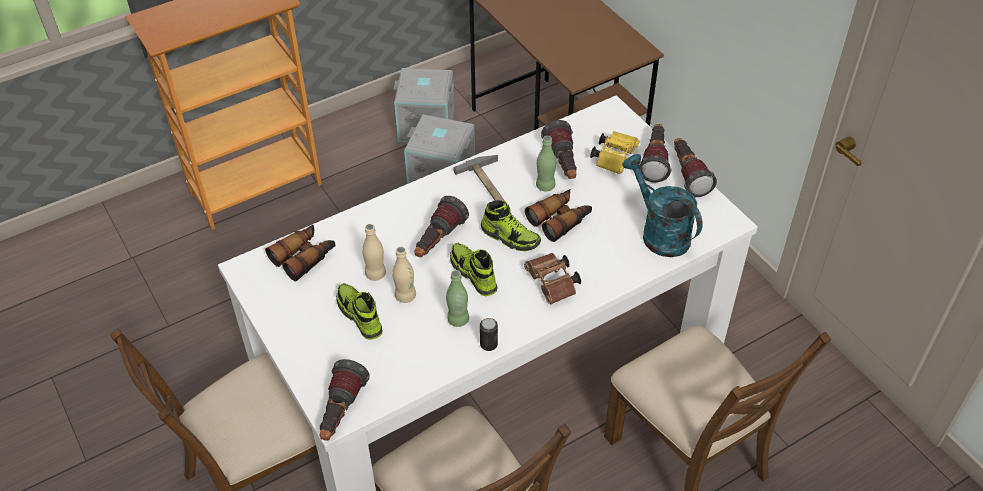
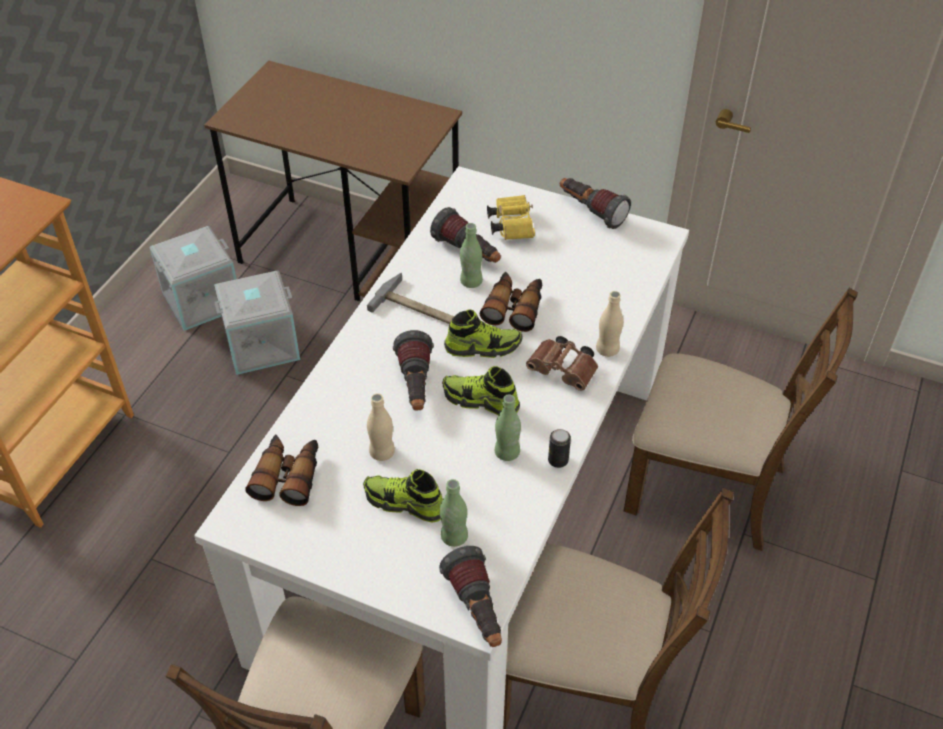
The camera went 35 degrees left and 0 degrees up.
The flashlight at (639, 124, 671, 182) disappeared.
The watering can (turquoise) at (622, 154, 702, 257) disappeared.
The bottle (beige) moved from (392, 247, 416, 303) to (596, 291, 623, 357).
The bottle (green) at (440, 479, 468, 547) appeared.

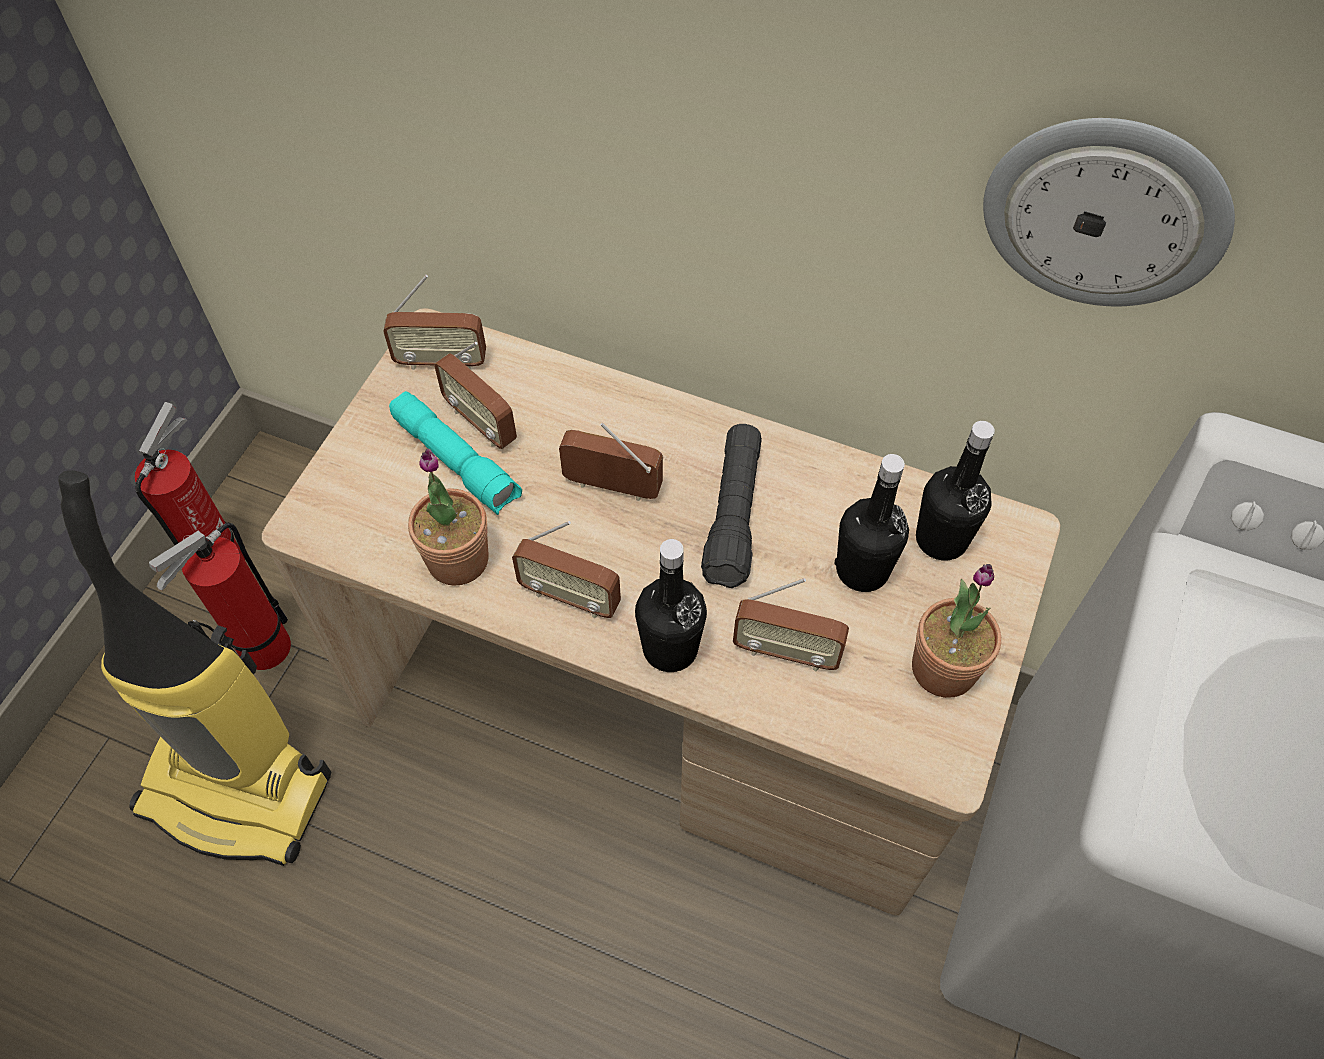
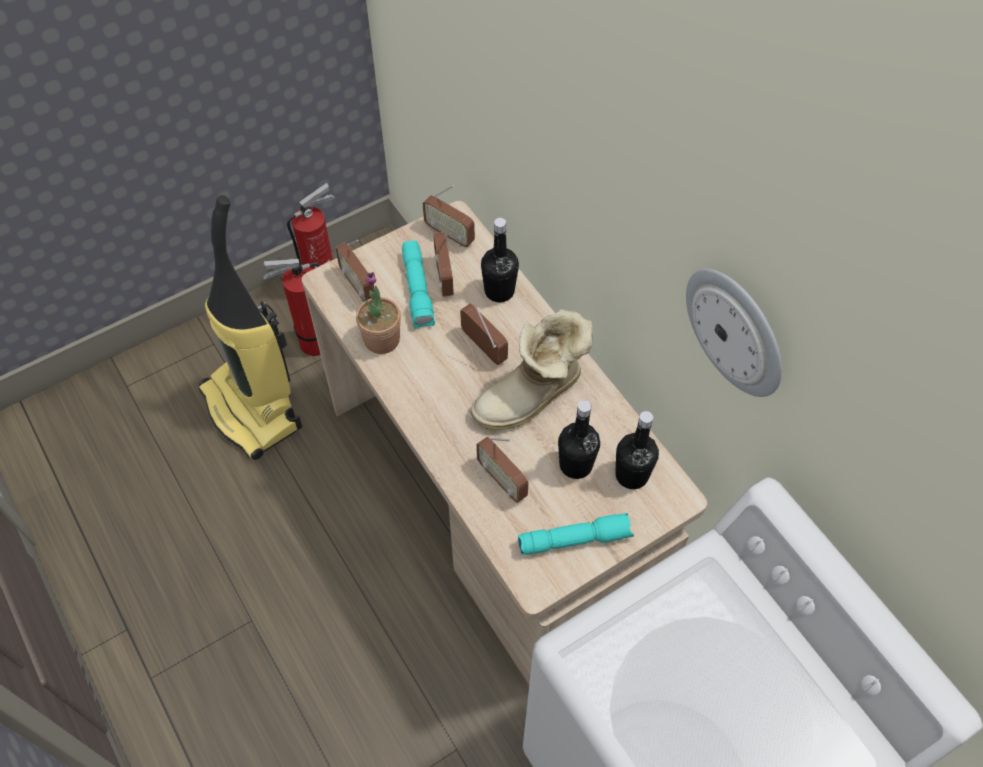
The camera went 35 degrees right and 0 degrees up.
The flashlight (black) at (701, 424, 762, 588) was replaced by the boot at (471, 309, 593, 430).
The radio moved from (512, 521, 621, 619) to (335, 240, 374, 302).
The bottle (black) moved from (635, 539, 707, 672) to (481, 218, 519, 302).
The potted plant at (912, 564, 1001, 698) was replaced by the flashlight (turquoise) at (518, 513, 634, 555).

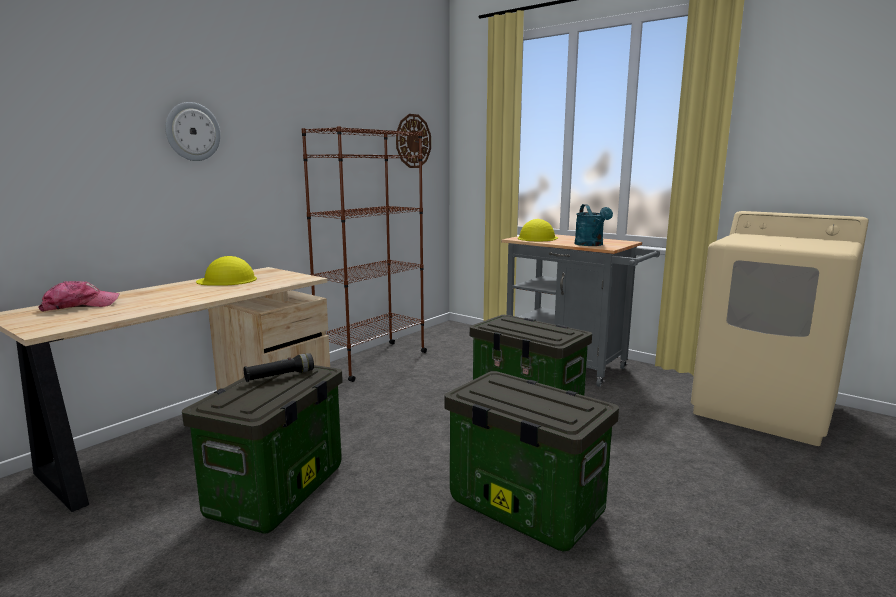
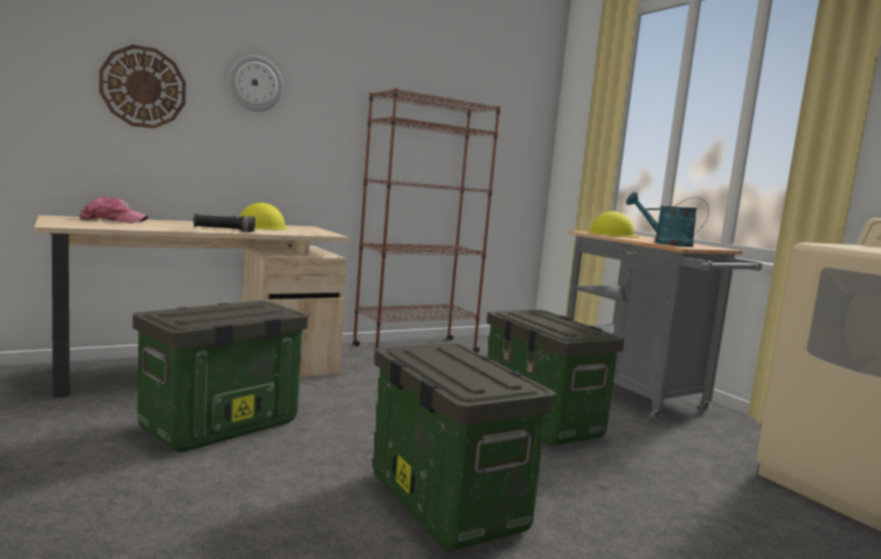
The camera went 20 degrees right and 5 degrees down.
The wall clock moved from (396, 114, 431, 168) to (99, 45, 186, 129).
The watering can (turquoise) at (575, 204, 613, 246) turned 105 degrees clockwise.
The flashlight (black) moved from (244, 353, 314, 382) to (193, 214, 255, 232).

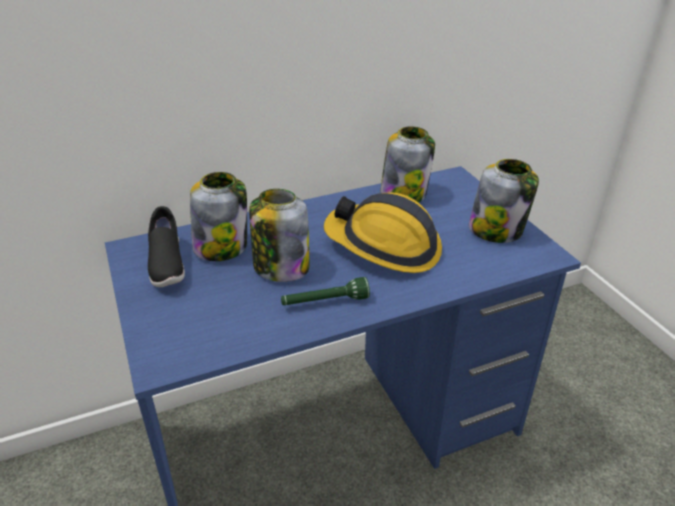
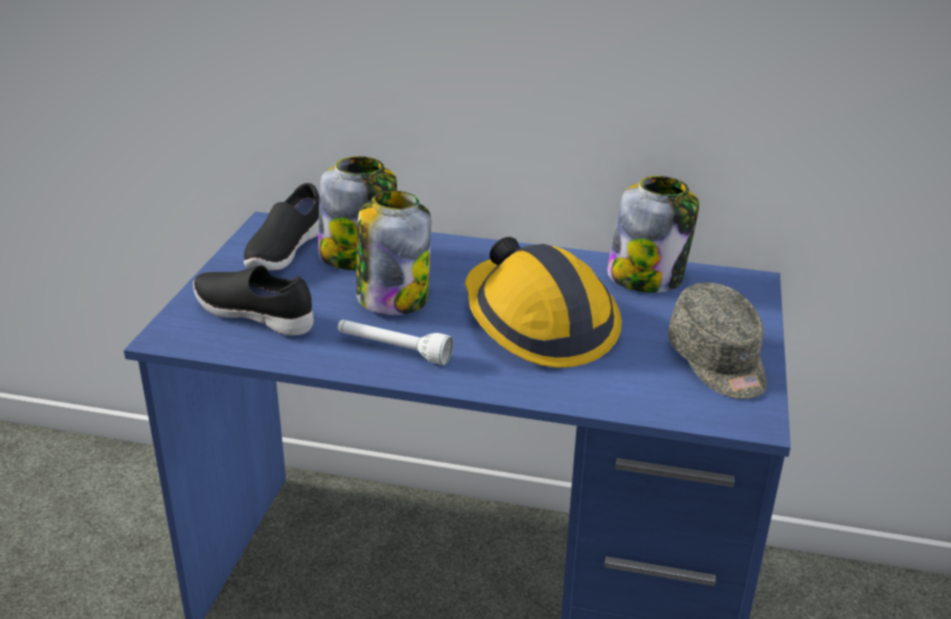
The camera went 35 degrees right and 5 degrees down.
The jar at (469, 159, 539, 243) was replaced by the cap (grey) at (668, 282, 767, 399).
The flashlight (green) at (281, 277, 370, 305) became the flashlight (white) at (338, 320, 453, 365).
The shoe (black) at (193, 265, 314, 336) appeared.

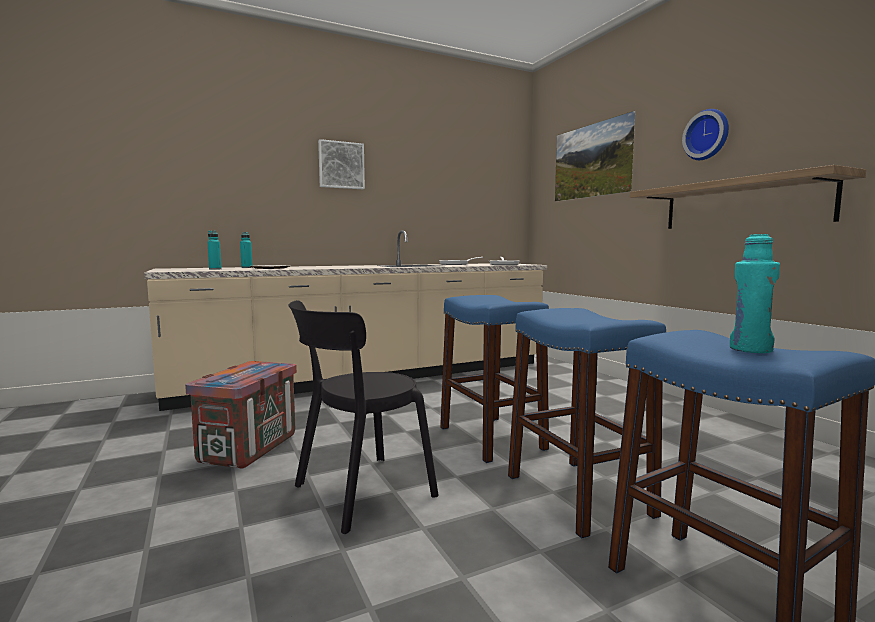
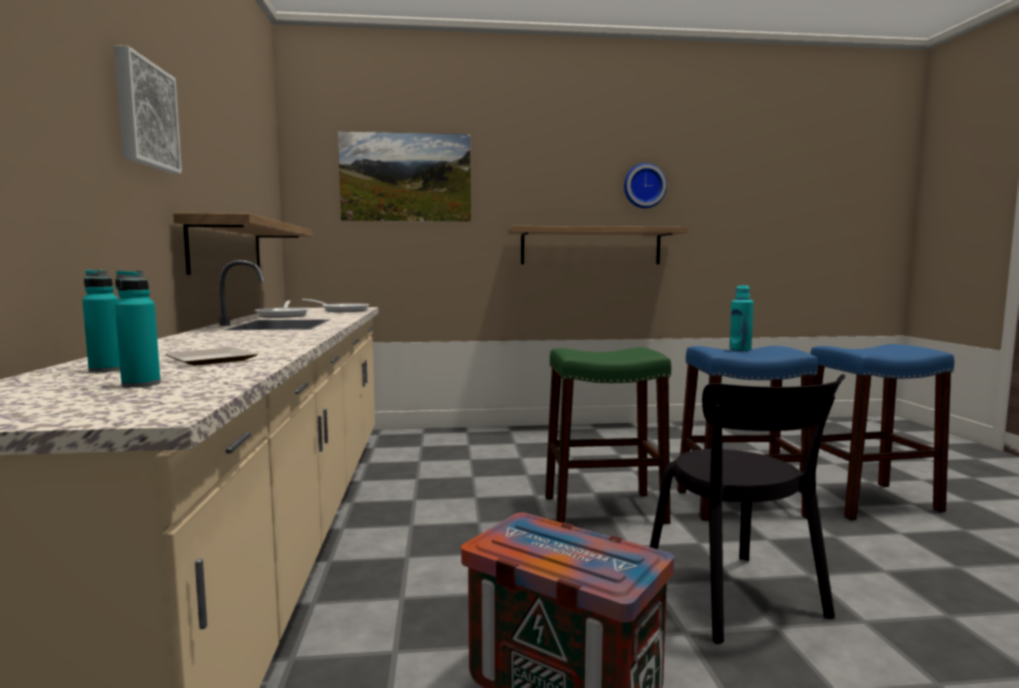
The camera went 70 degrees left and 0 degrees up.
The wall clock moved from (682, 109, 729, 160) to (624, 163, 667, 208).
The bottle (turquoise) moved from (730, 234, 780, 353) to (729, 285, 754, 351).
The stool (blue) at (440, 295, 549, 463) became the stool (green) at (545, 347, 671, 524).
The shelf at (173, 213, 313, 275) appeared.

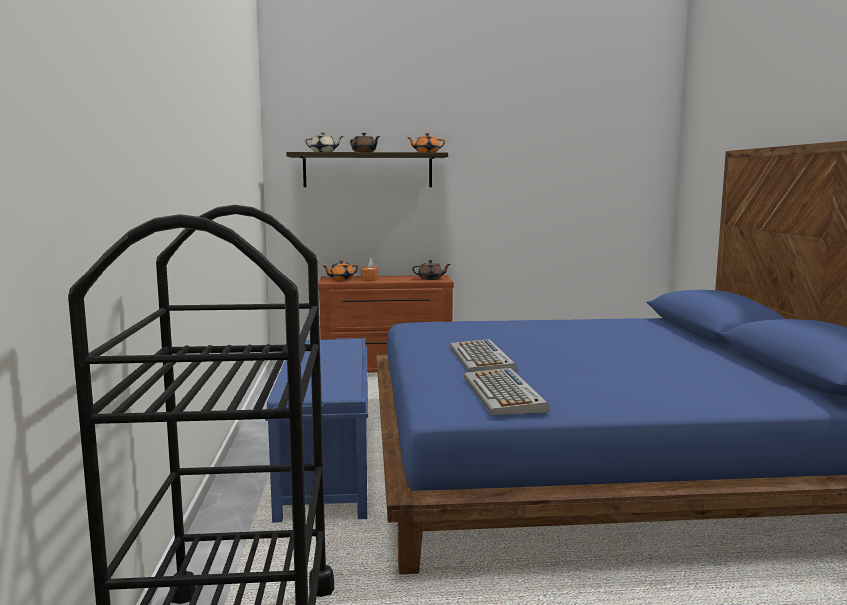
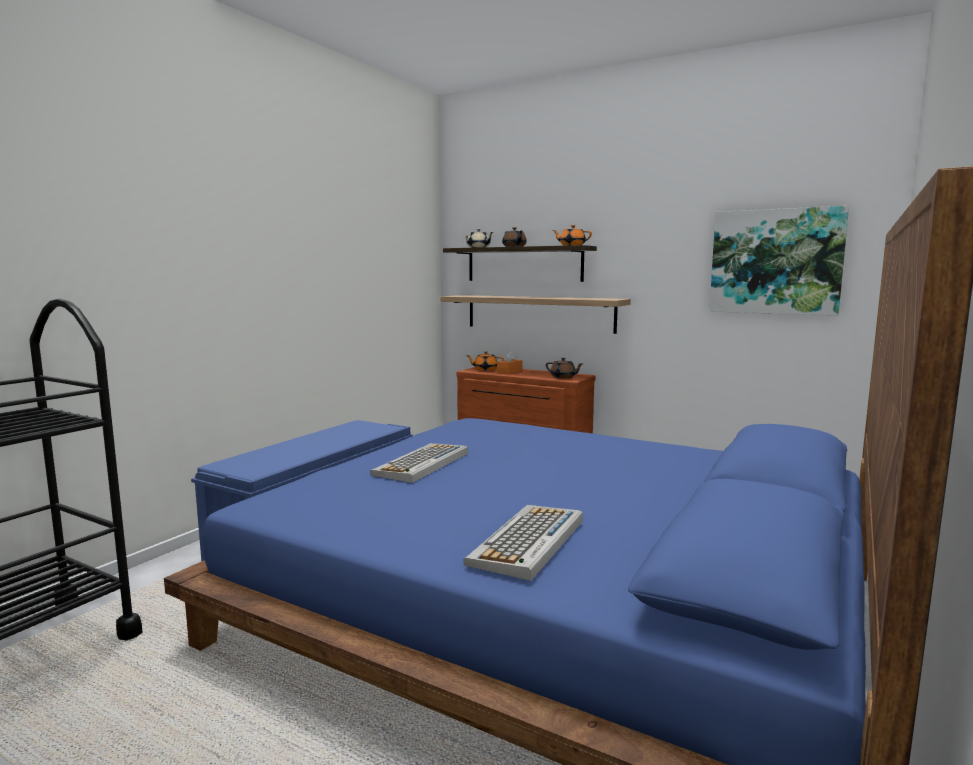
The camera went 35 degrees right and 0 degrees up.
The keyboard moved from (464, 368, 549, 415) to (463, 505, 583, 581).
The picture at (709, 206, 849, 315) appeared.
The shelf at (440, 295, 631, 334) appeared.

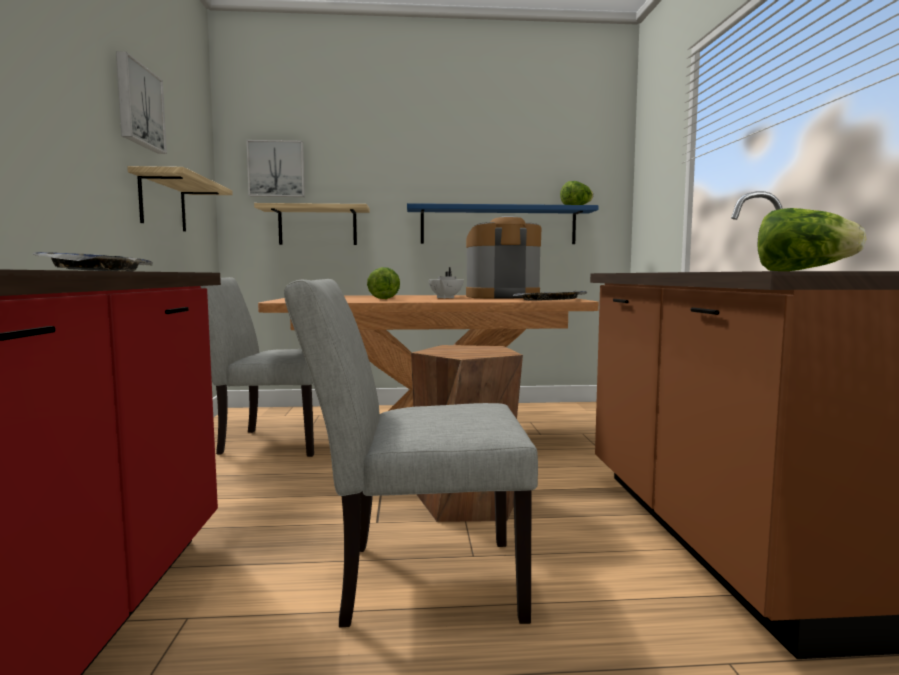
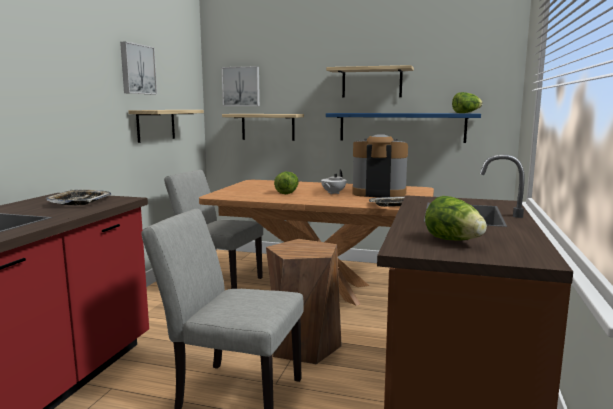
The camera went 20 degrees right and 5 degrees up.
The shelf at (326, 65, 414, 98) appeared.

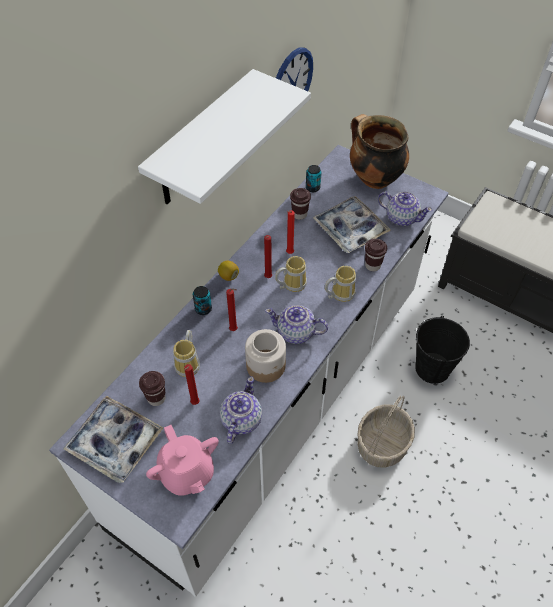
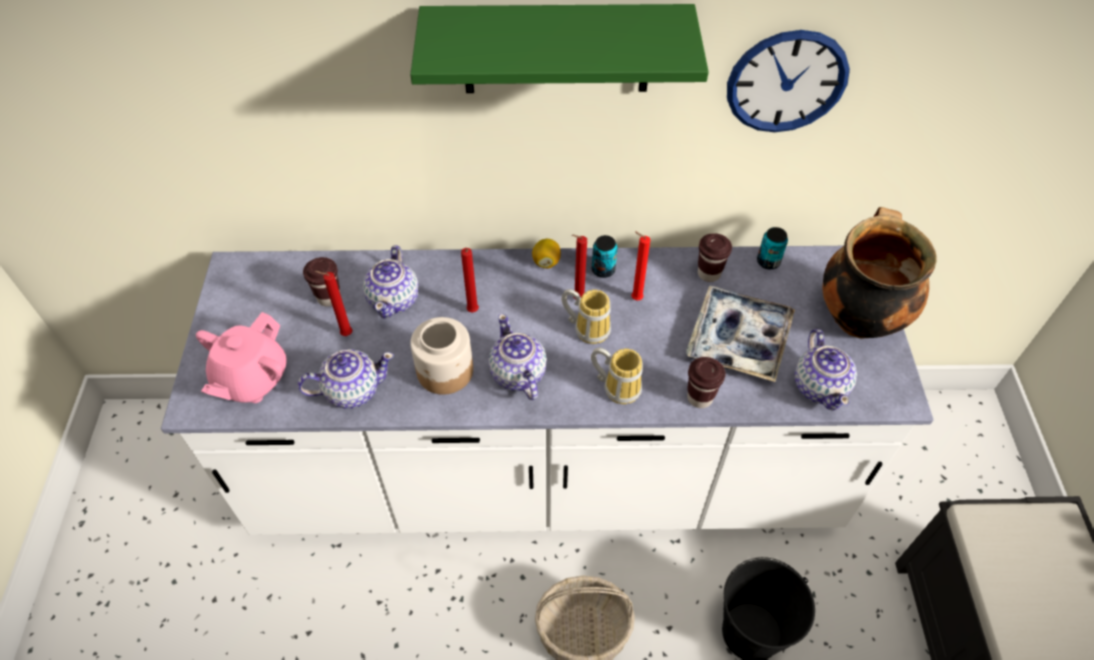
The camera went 55 degrees right and 0 degrees up.
The shelf (white) at (138, 69, 311, 204) became the shelf (green) at (410, 4, 709, 93).
The can moved from (193, 286, 212, 315) to (592, 235, 618, 278).
The mug at (173, 330, 200, 377) was replaced by the teapot at (363, 245, 419, 319).
The tray at (63, 396, 163, 483) disappeared.

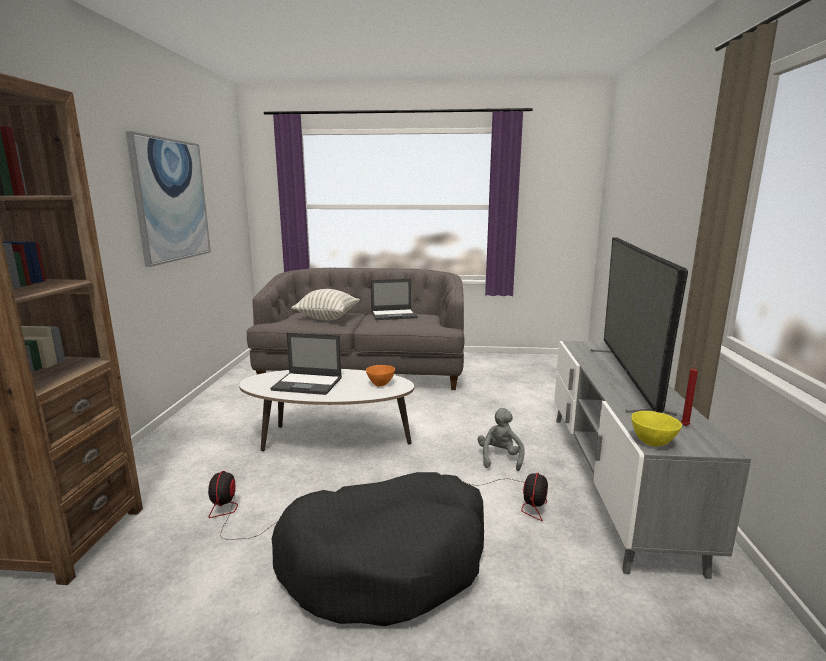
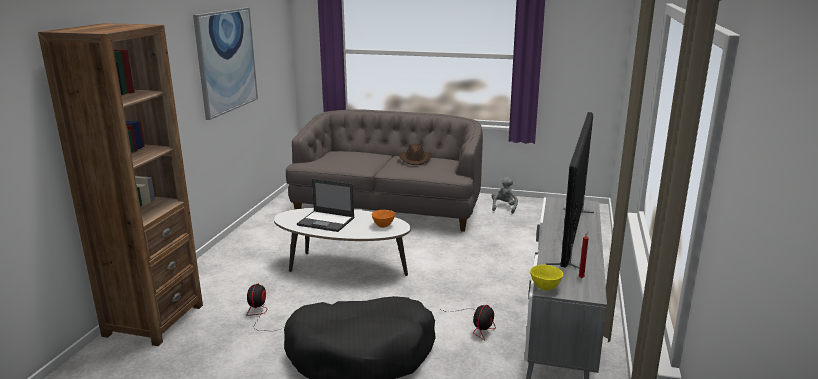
The camera went 10 degrees right and 5 degrees up.
The laptop at (371, 279, 418, 320) was replaced by the hat (brown) at (399, 144, 432, 165).
The pillow at (291, 289, 360, 320) disappeared.
The plush toy (grey) moved from (478, 408, 525, 471) to (492, 177, 518, 214).

